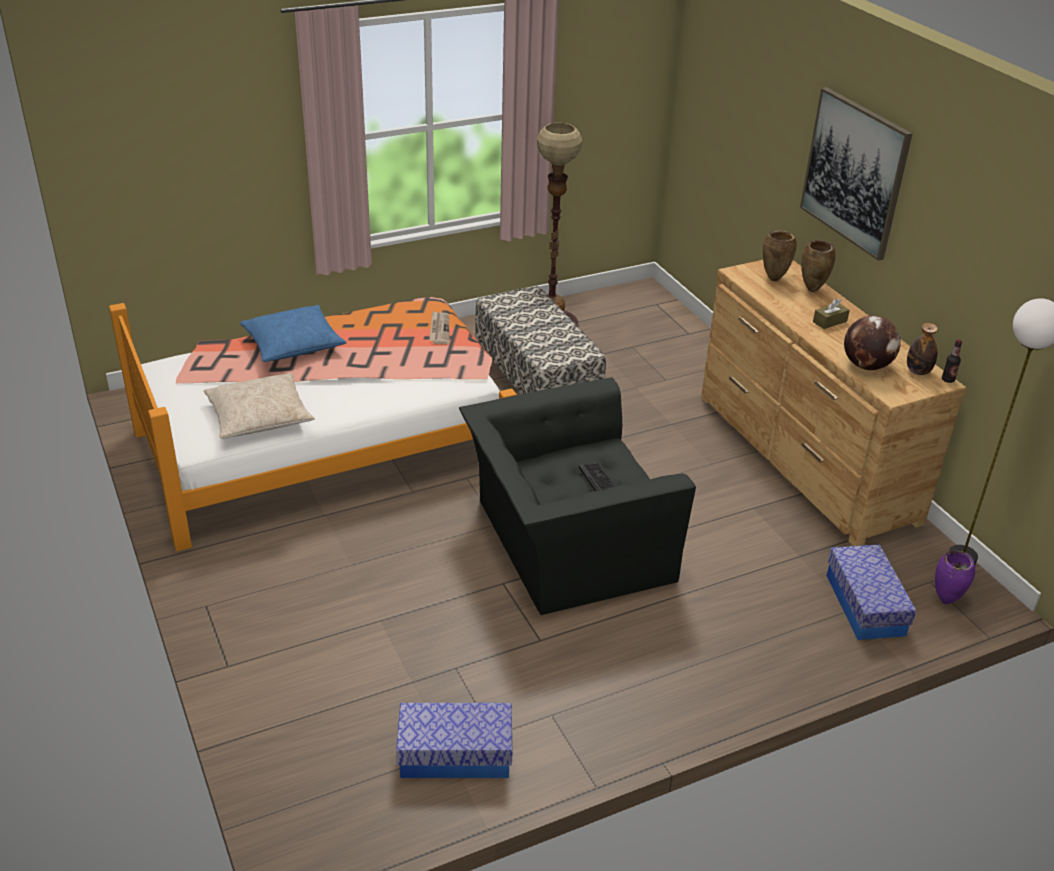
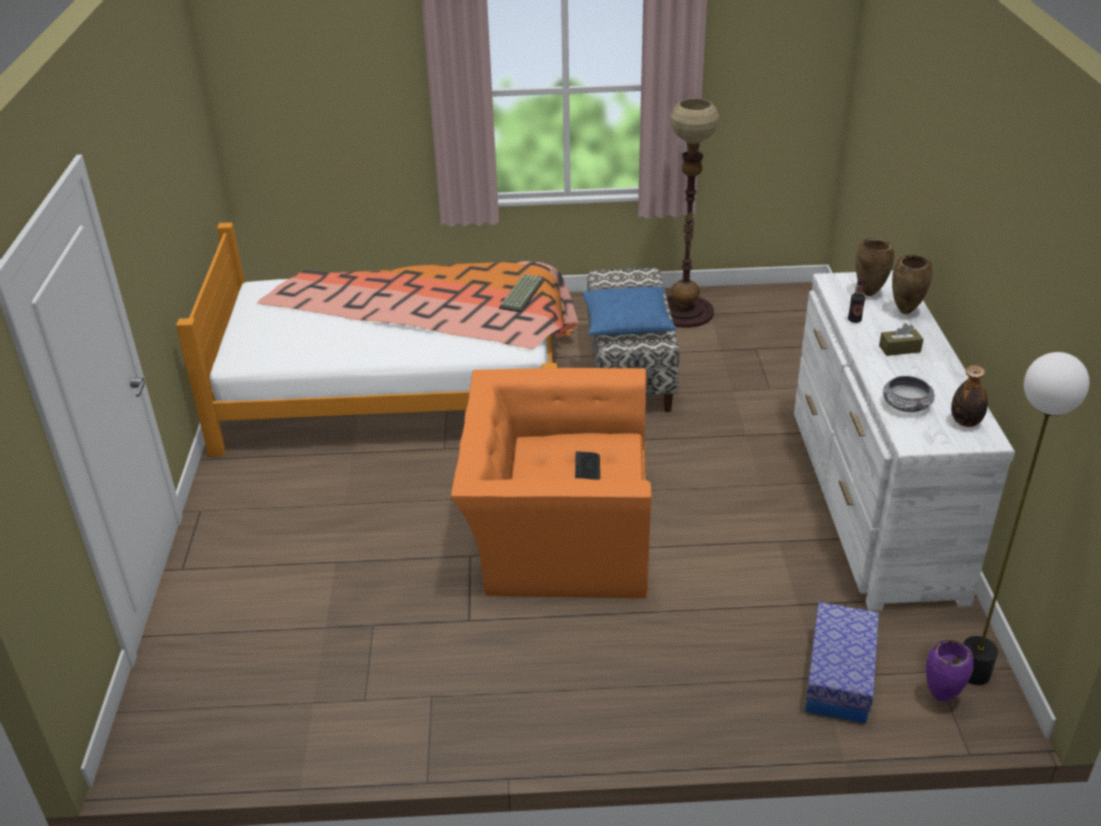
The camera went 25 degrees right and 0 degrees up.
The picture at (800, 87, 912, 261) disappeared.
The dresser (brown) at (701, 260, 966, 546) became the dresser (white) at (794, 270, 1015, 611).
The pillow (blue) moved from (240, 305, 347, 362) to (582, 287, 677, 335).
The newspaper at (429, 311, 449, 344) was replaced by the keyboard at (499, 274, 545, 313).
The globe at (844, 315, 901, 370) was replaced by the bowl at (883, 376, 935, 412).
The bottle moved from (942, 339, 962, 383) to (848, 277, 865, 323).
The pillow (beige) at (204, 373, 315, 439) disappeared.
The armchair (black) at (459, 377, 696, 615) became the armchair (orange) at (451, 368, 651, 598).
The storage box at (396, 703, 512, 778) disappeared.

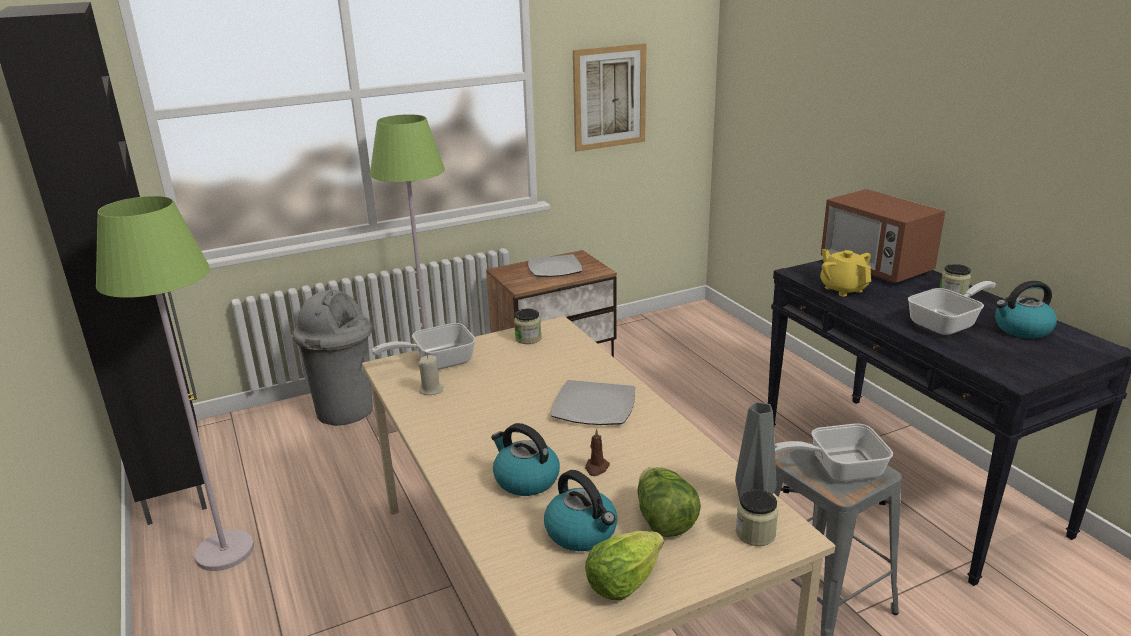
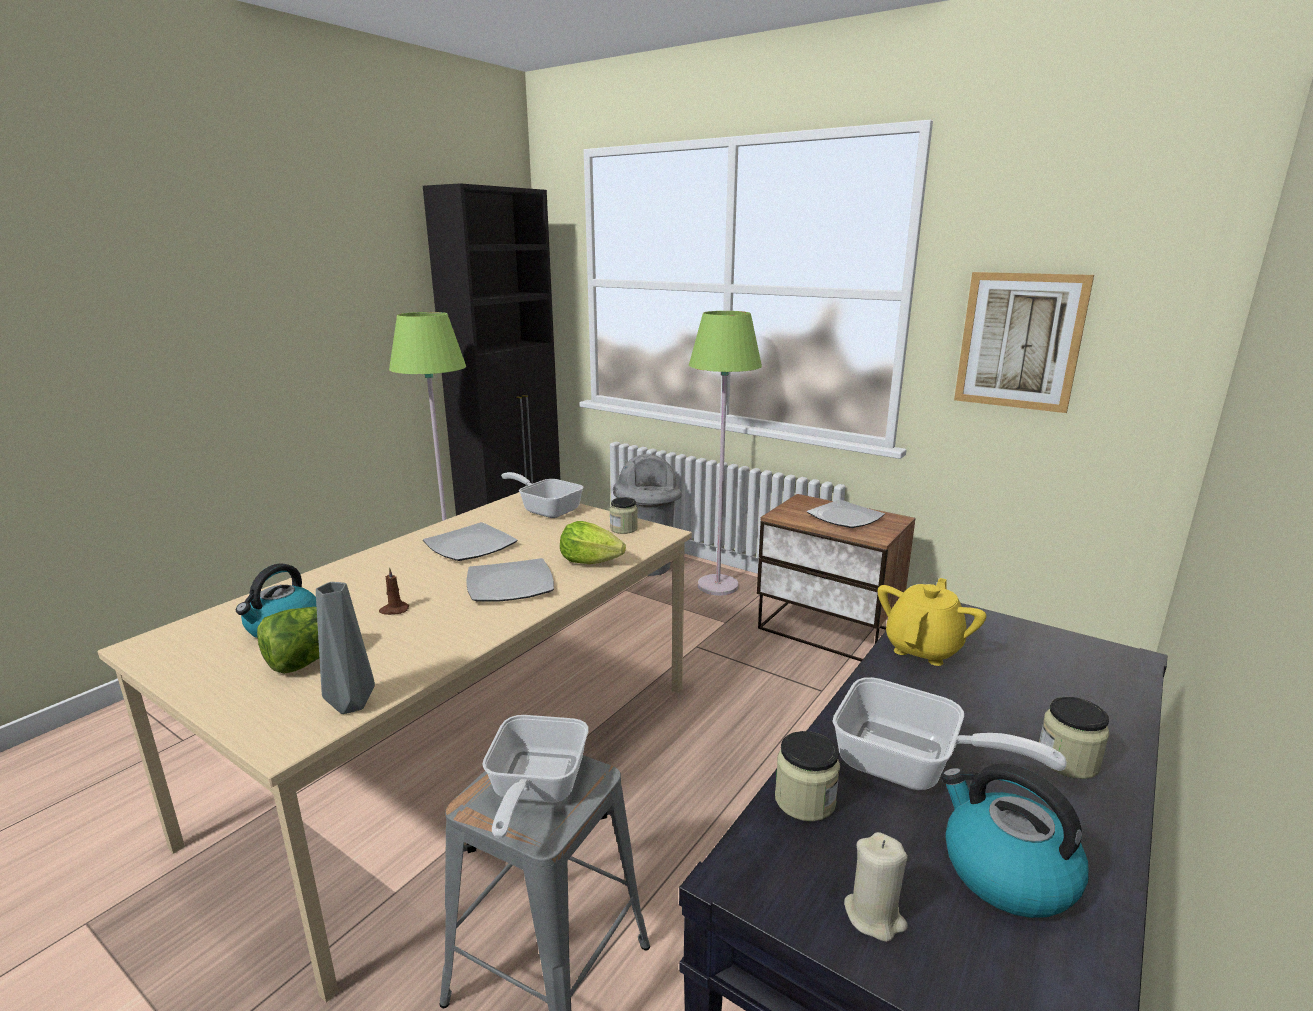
The camera went 60 degrees right and 5 degrees down.
The microwave at (821, 189, 945, 283) disappeared.
The candle (beige) moved from (418, 355, 444, 395) to (844, 832, 908, 942).
The kettle at (491, 423, 560, 496) disappeared.
The frying pan at (775, 424, 893, 481) turned 135 degrees counterclockwise.
The jar moved from (736, 490, 778, 546) to (775, 731, 840, 821).
The lettuce moved from (585, 531, 664, 600) to (560, 521, 626, 564).
The plate at (423, 522, 518, 561) appeared.

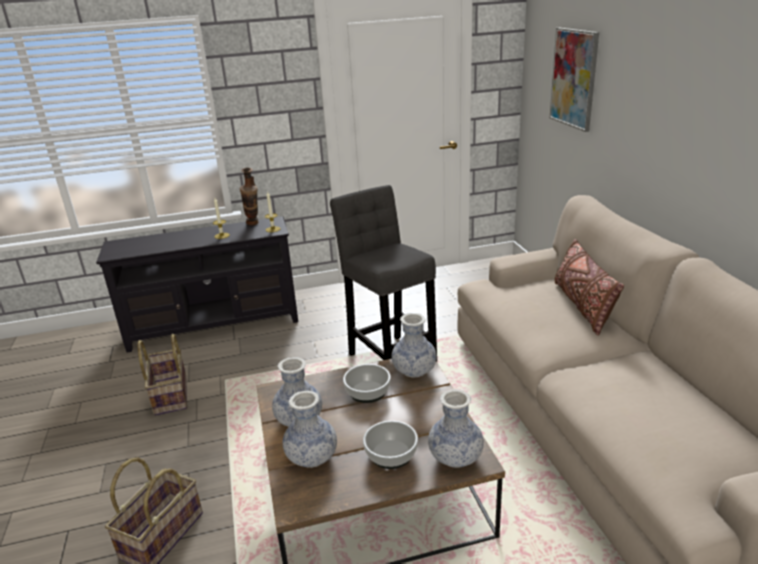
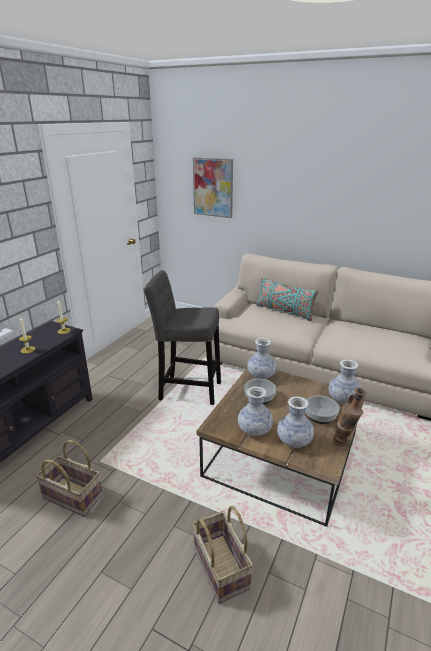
The camera went 50 degrees left and 0 degrees up.
The vase moved from (240, 168, 258, 225) to (332, 387, 367, 446).
The pillow (brown) at (554, 239, 624, 336) became the pillow (turquoise) at (256, 278, 319, 321).

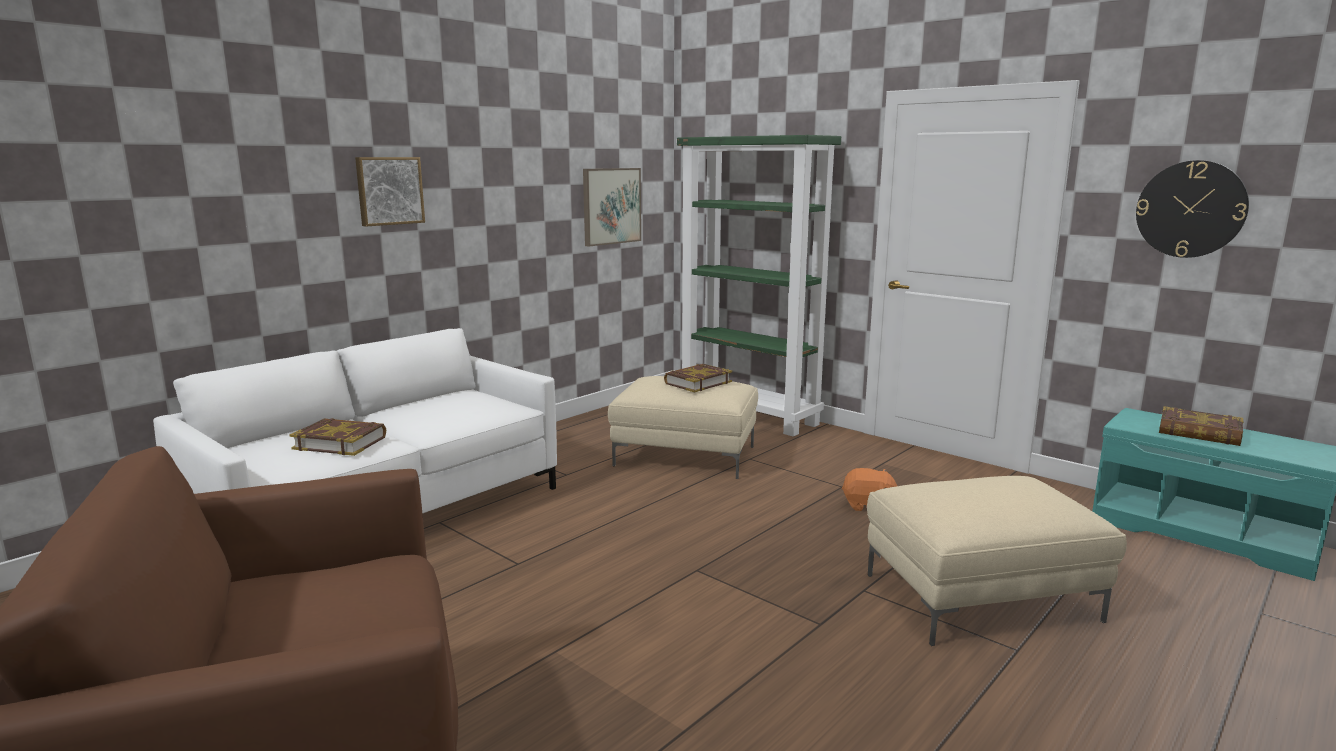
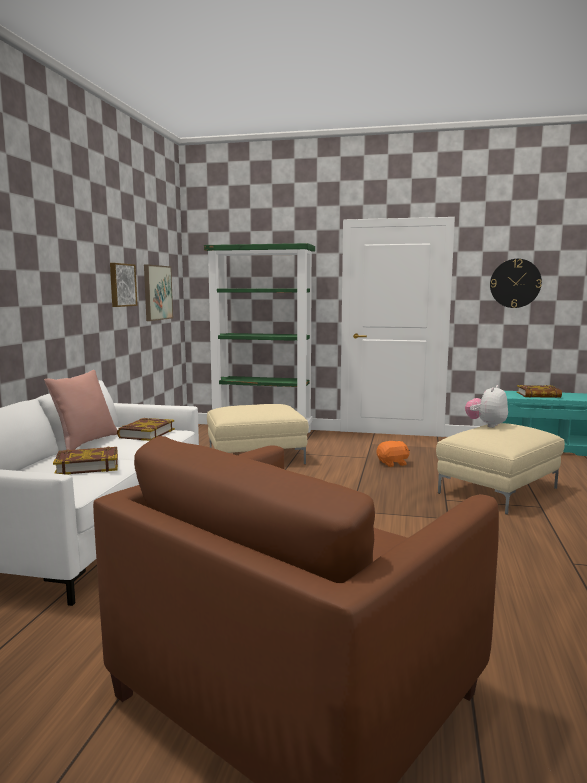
The camera went 30 degrees left and 5 degrees down.
The picture moved from (355, 157, 425, 227) to (110, 263, 138, 307).
The book moved from (664, 364, 732, 392) to (117, 418, 175, 441).
The pillow (pink) at (44, 370, 118, 450) appeared.
The plush toy at (465, 385, 508, 428) appeared.

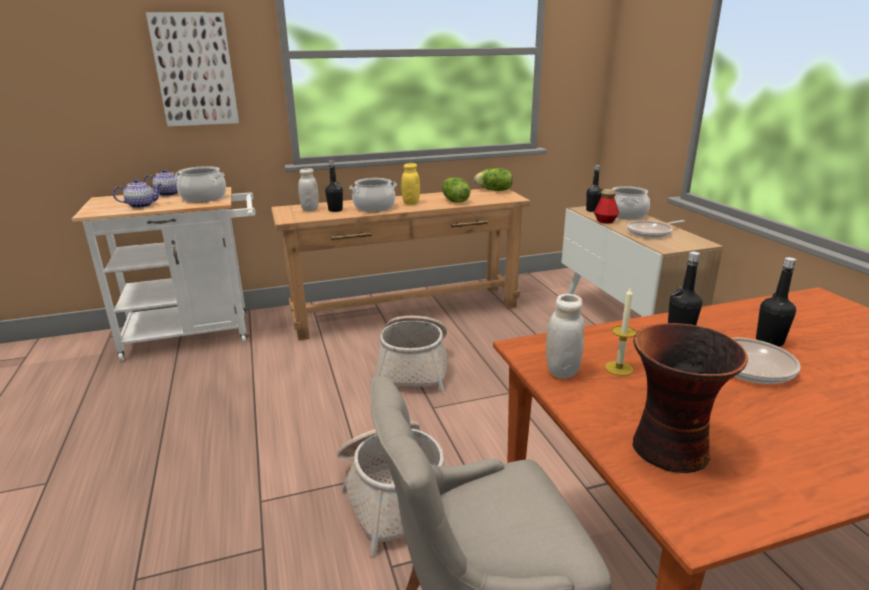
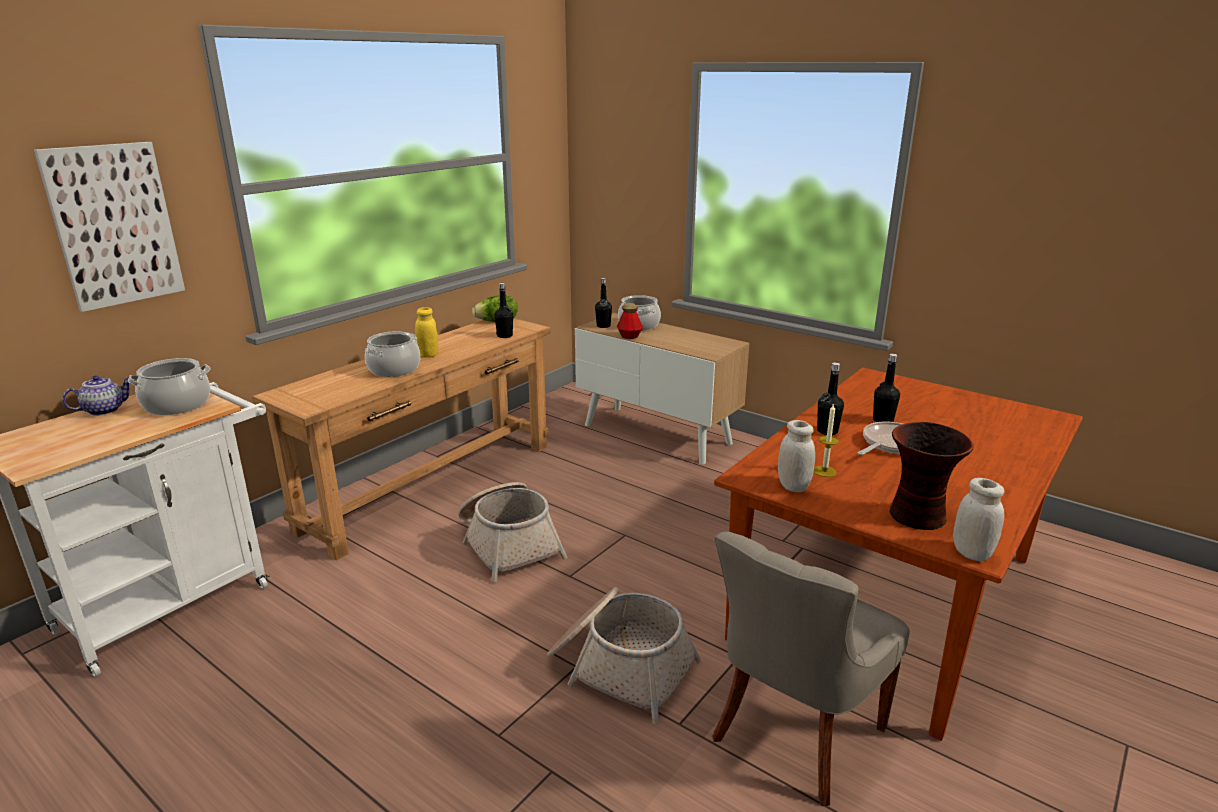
The camera went 35 degrees left and 0 degrees up.
The bottle (black) moved from (325, 160, 343, 212) to (494, 283, 513, 338).
The jar (white) moved from (298, 168, 319, 211) to (953, 478, 1004, 561).
The lettuce at (442, 177, 470, 203) disappeared.
The teapot at (113, 179, 162, 208) disappeared.
The frying pan at (627, 220, 685, 238) disappeared.

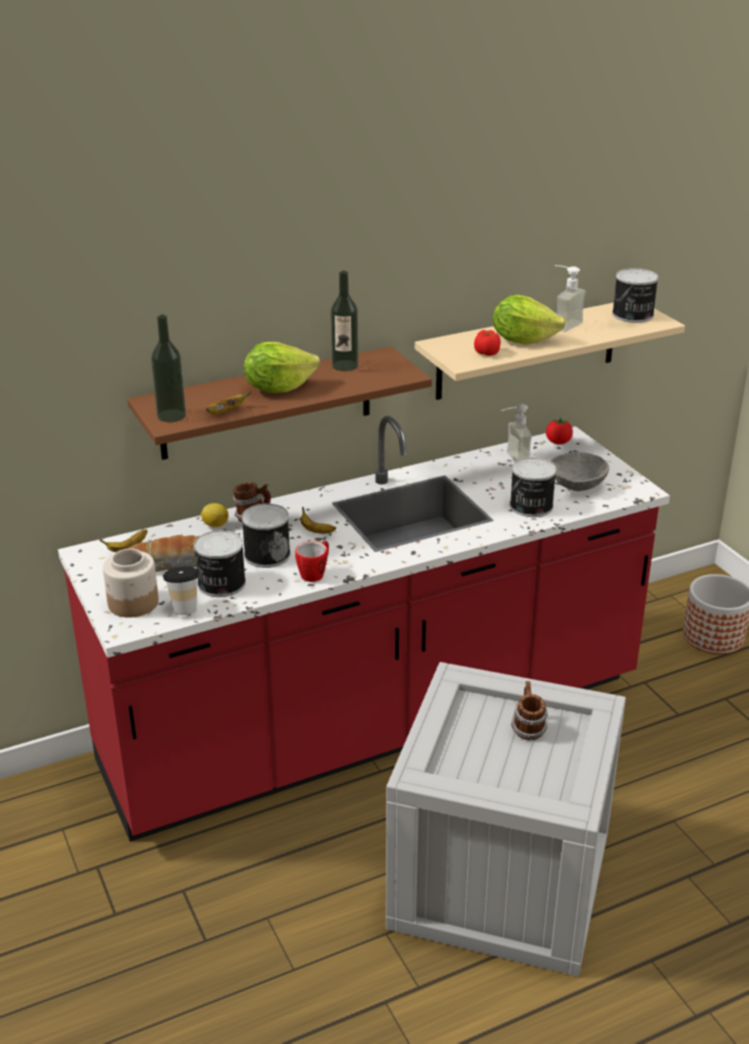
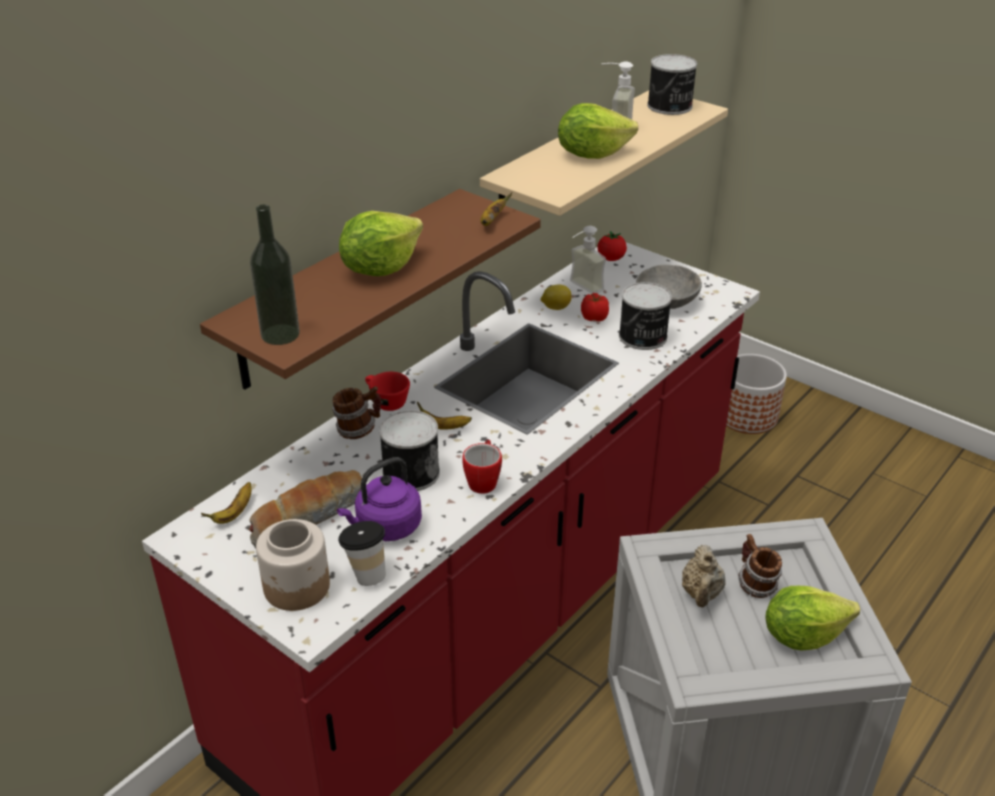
The camera went 25 degrees left and 5 degrees up.
The bottle at (330, 271, 359, 371) disappeared.
The tomato moved from (474, 330, 501, 356) to (581, 293, 609, 321).
The banana moved from (206, 391, 252, 414) to (480, 192, 512, 226).
The lemon moved from (201, 503, 229, 527) to (541, 284, 571, 310).
The can at (194, 530, 246, 597) was replaced by the kettle (purple) at (337, 457, 422, 541).
The cup (red) at (365, 372, 410, 411) appeared.
The teapot (beige) at (682, 545, 725, 607) appeared.
The lettuce at (765, 586, 860, 650) appeared.

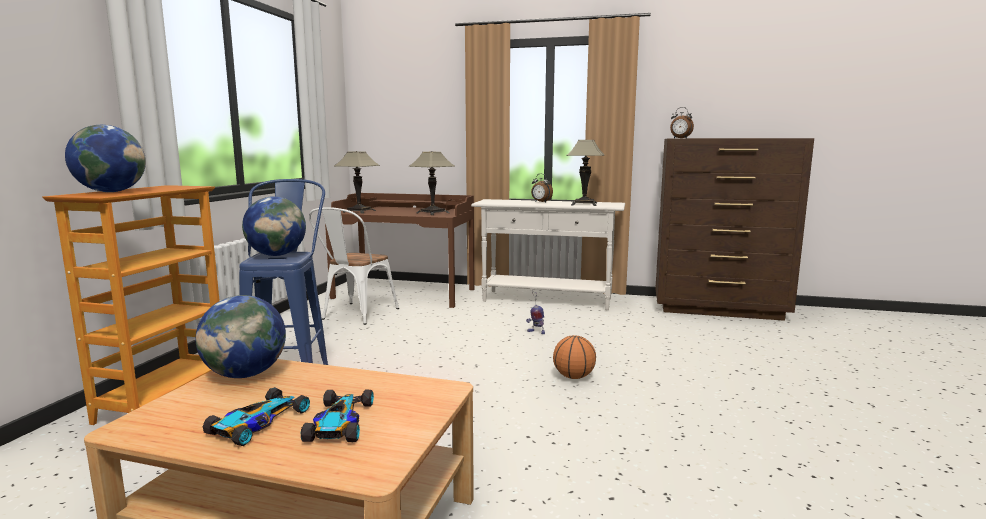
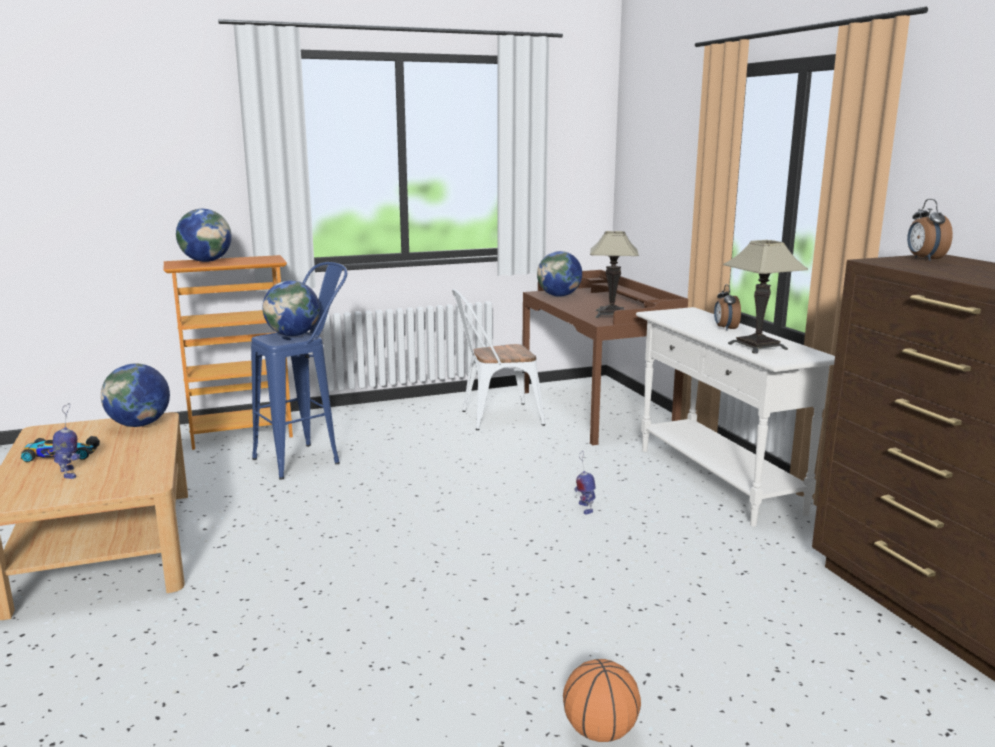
The camera went 55 degrees right and 5 degrees up.
The table lamp at (334, 151, 380, 214) was replaced by the globe at (537, 251, 582, 297).
The basketball moved from (553, 335, 596, 379) to (563, 659, 641, 742).
The toy car at (301, 389, 374, 442) was replaced by the toy robot at (53, 403, 80, 479).

